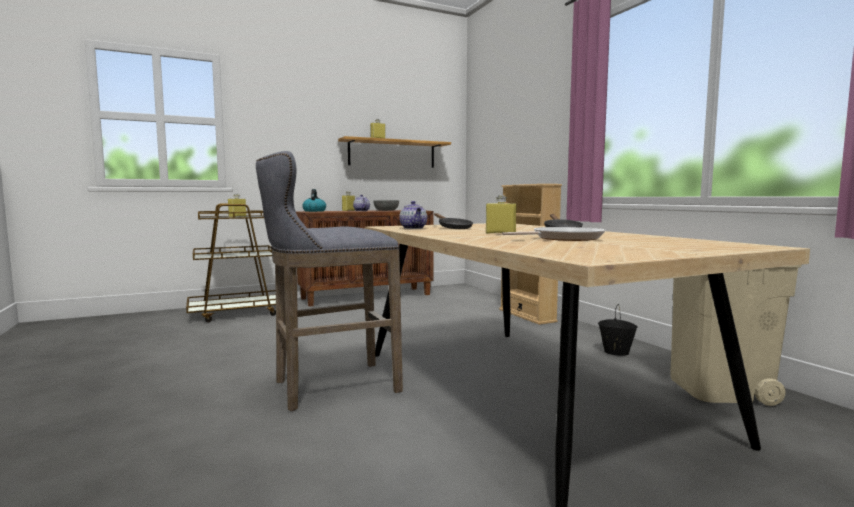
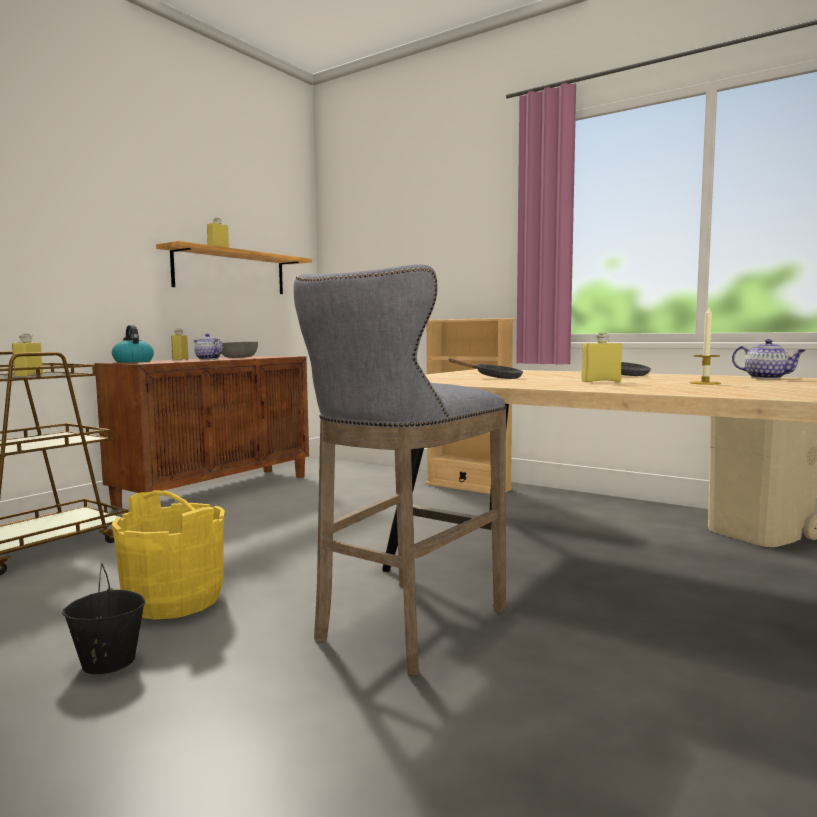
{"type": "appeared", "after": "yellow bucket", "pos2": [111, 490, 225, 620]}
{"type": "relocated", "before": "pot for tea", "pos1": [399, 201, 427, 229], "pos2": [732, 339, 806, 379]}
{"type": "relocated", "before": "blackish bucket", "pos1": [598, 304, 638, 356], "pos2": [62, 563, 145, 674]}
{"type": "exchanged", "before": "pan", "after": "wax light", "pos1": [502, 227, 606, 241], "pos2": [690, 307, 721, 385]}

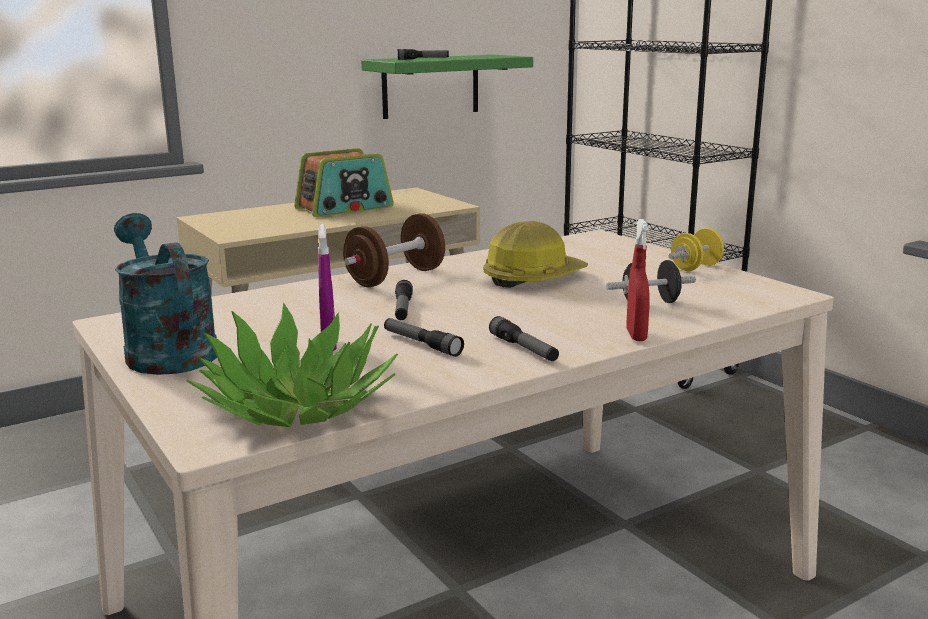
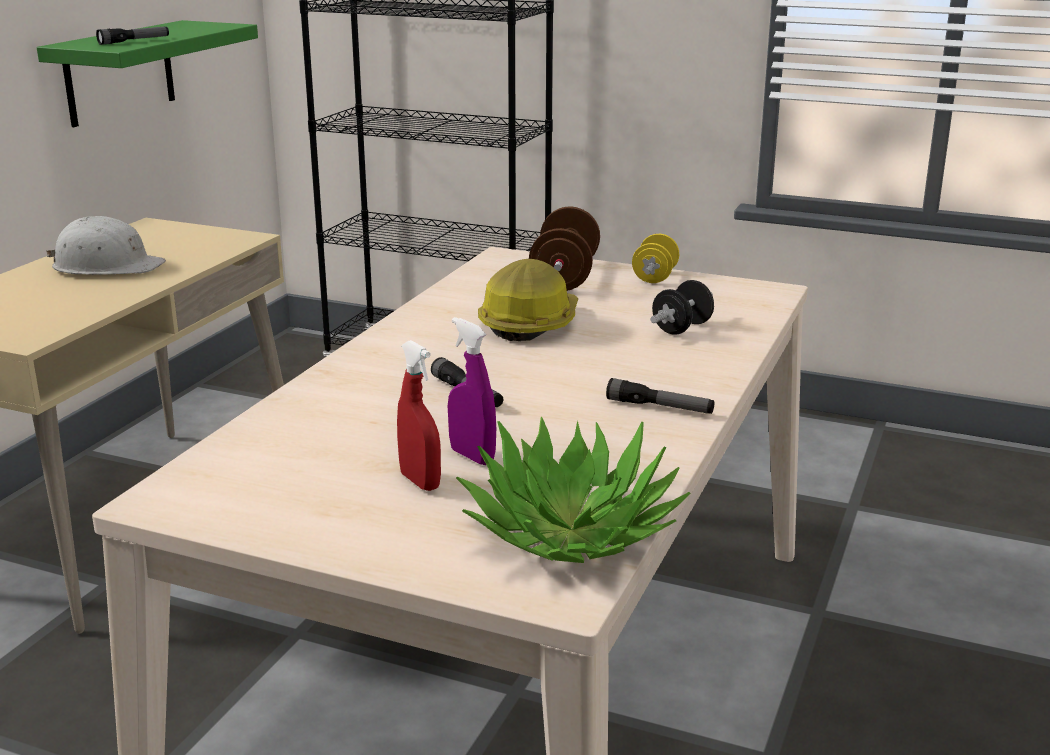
{"type": "missing", "before": "blue-green sprinkling can", "pos1": [114, 213, 217, 375]}
{"type": "missing", "before": "flashlight", "pos1": [384, 318, 464, 357]}
{"type": "relocated", "before": "brown dumbbell", "pos1": [343, 213, 445, 287], "pos2": [529, 206, 600, 291]}
{"type": "relocated", "before": "reddish spray bottle", "pos1": [626, 219, 650, 341], "pos2": [397, 340, 441, 491]}
{"type": "exchanged", "before": "radio receiver", "after": "whitish work helmet", "pos1": [295, 148, 394, 217], "pos2": [46, 216, 166, 275]}

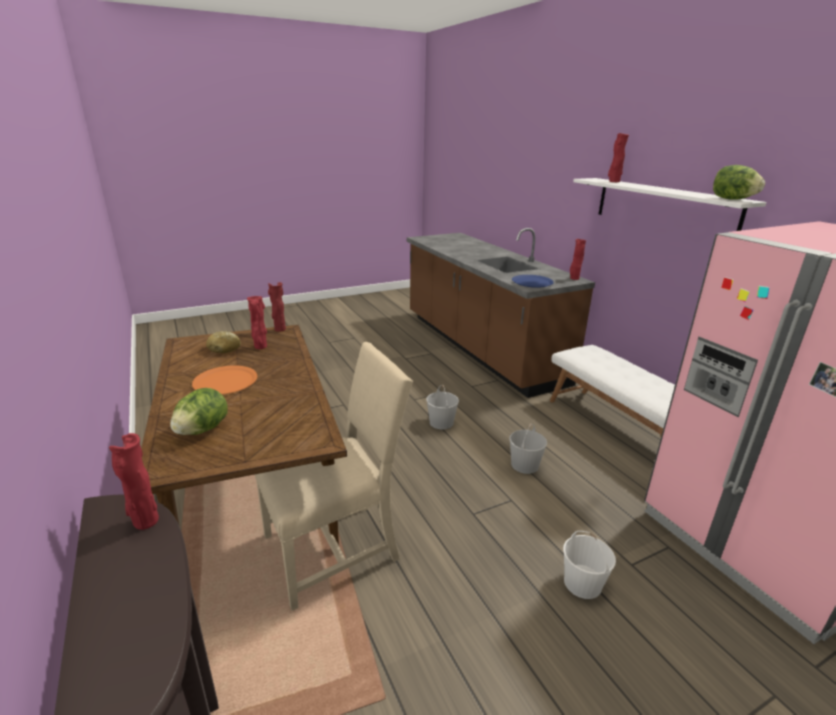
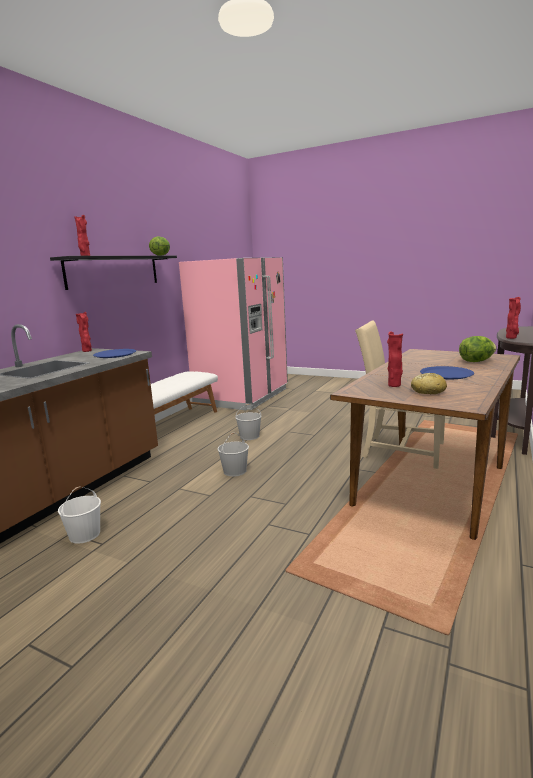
{"type": "missing", "before": "reddish vase", "pos1": [268, 282, 286, 332]}
{"type": "relocated", "before": "whitish bucket", "pos1": [563, 531, 616, 599], "pos2": [58, 486, 101, 544]}
{"type": "colour", "before": "orange dinner plate", "after": "blue dinner plate", "pos1": [192, 365, 257, 394], "pos2": [420, 366, 474, 379]}
{"type": "colour", "before": "whitish bracket shelf", "after": "blackish bracket shelf", "pos1": [573, 178, 767, 231], "pos2": [50, 256, 177, 290]}

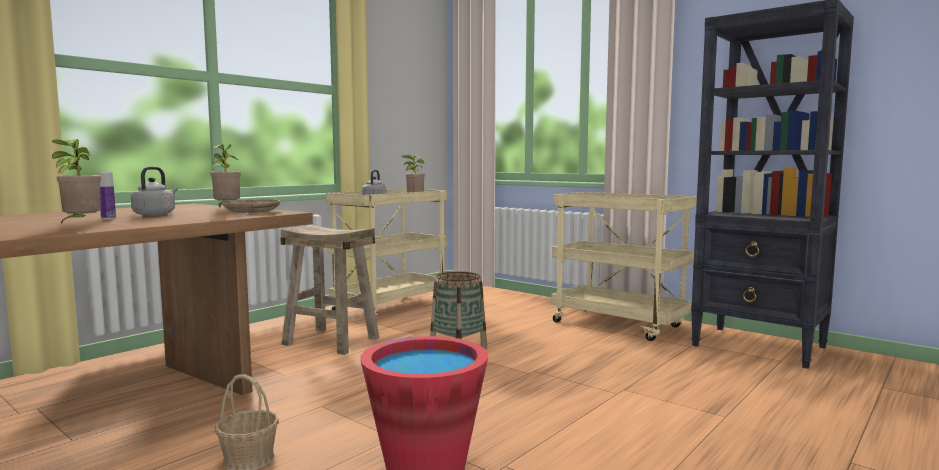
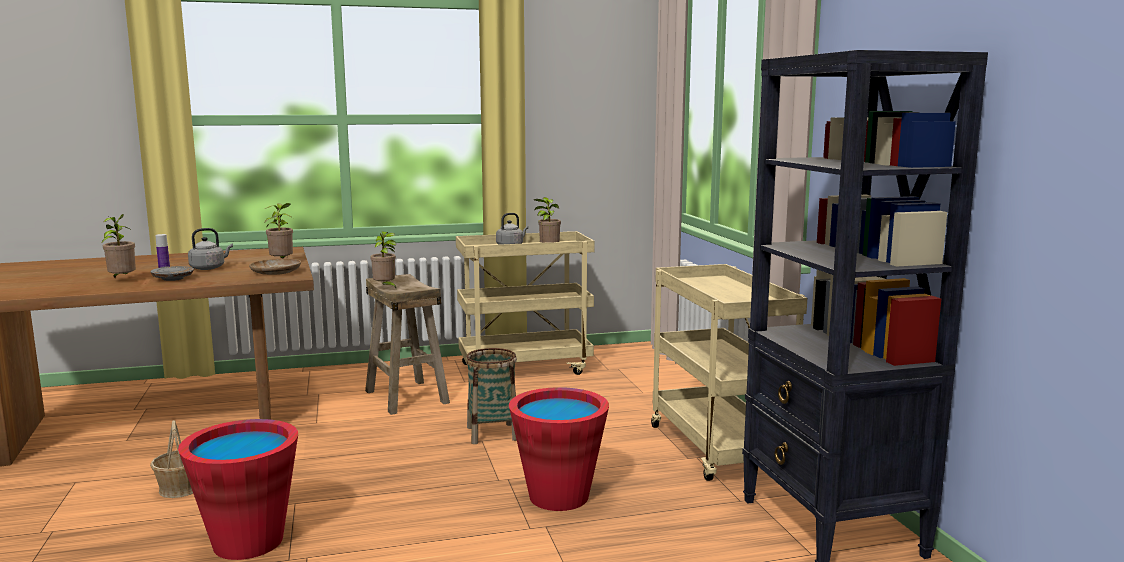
{"type": "appeared", "after": "gray dinner plate", "pos2": [150, 266, 194, 281]}
{"type": "appeared", "after": "plant in a pot", "pos2": [370, 231, 396, 288]}
{"type": "appeared", "after": "reddish bucket", "pos2": [509, 387, 609, 511]}

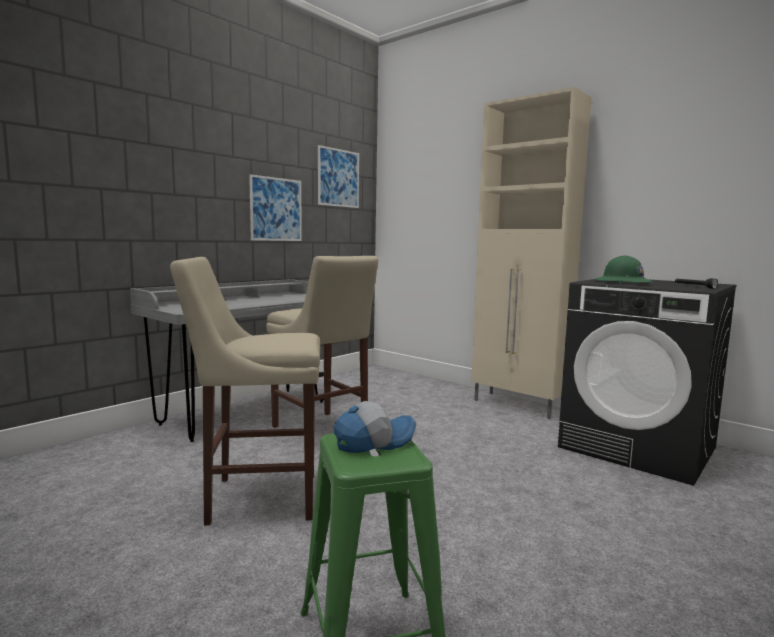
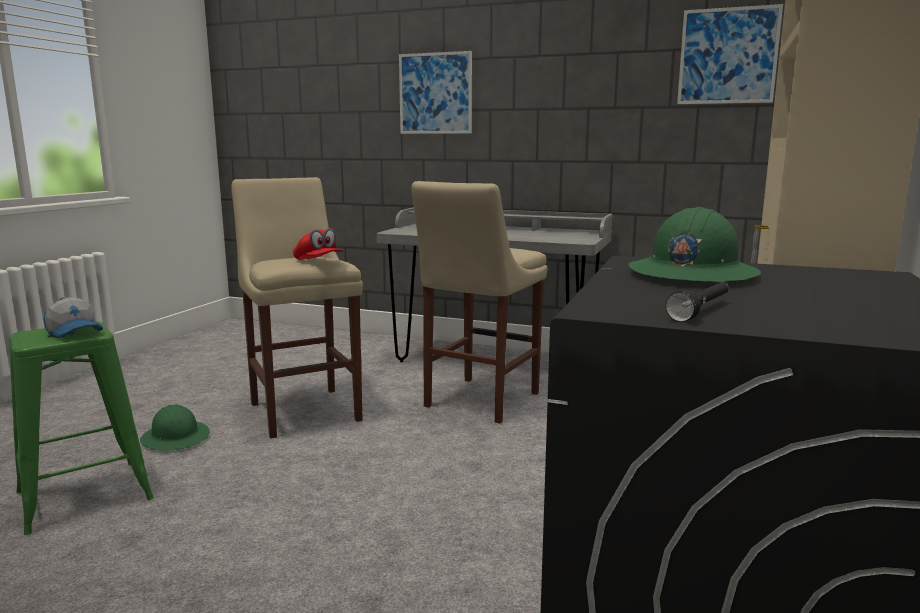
{"type": "appeared", "after": "greenish work helmet", "pos2": [140, 404, 210, 451]}
{"type": "appeared", "after": "reddish baseball cap", "pos2": [293, 228, 343, 260]}
{"type": "relocated", "before": "wall art", "pos1": [249, 174, 302, 241], "pos2": [399, 51, 472, 134]}

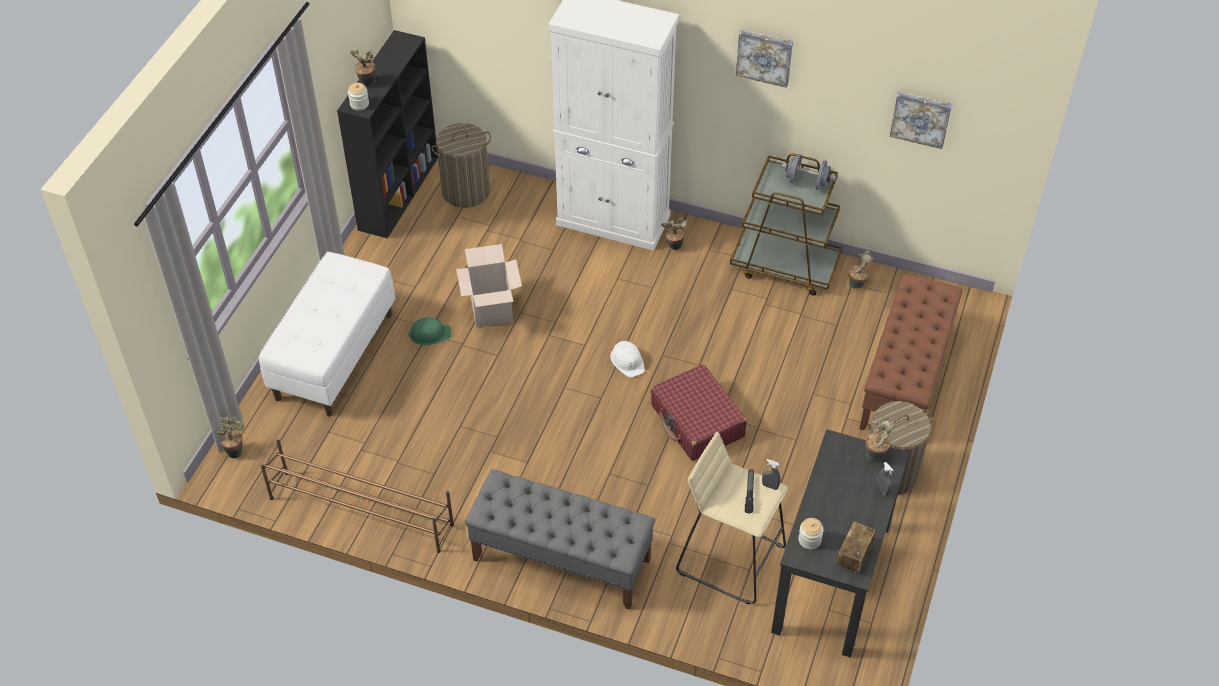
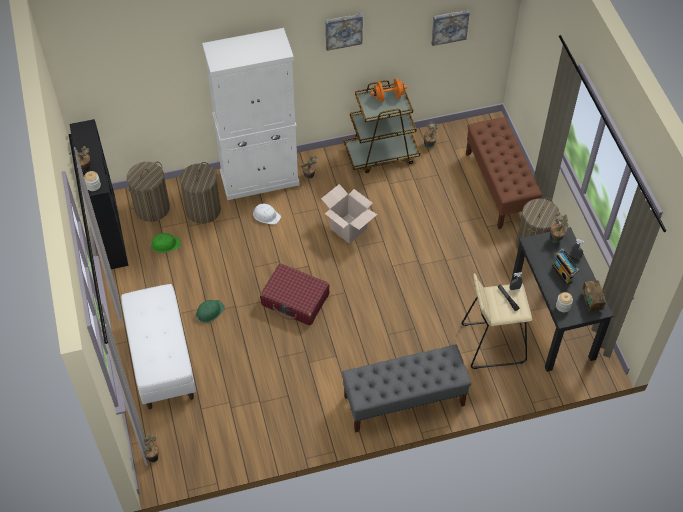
{"type": "missing", "before": "brown shoe stand", "pos1": [261, 440, 454, 553]}
{"type": "appeared", "after": "greenish work helmet", "pos2": [149, 233, 180, 253]}
{"type": "appeared", "after": "hamper", "pos2": [179, 162, 221, 224]}
{"type": "appeared", "after": "radio receiver", "pos2": [552, 249, 579, 285]}
{"type": "relocated", "before": "packing box", "pos1": [456, 244, 522, 327], "pos2": [321, 184, 378, 244]}
{"type": "relocated", "before": "whitish work helmet", "pos1": [610, 341, 645, 377], "pos2": [252, 203, 281, 225]}
{"type": "relocated", "before": "reddish travel case", "pos1": [651, 364, 747, 461], "pos2": [260, 263, 329, 326]}
{"type": "colour", "before": "gray dumbbell", "after": "orange dumbbell", "pos1": [781, 154, 836, 190], "pos2": [370, 78, 407, 102]}

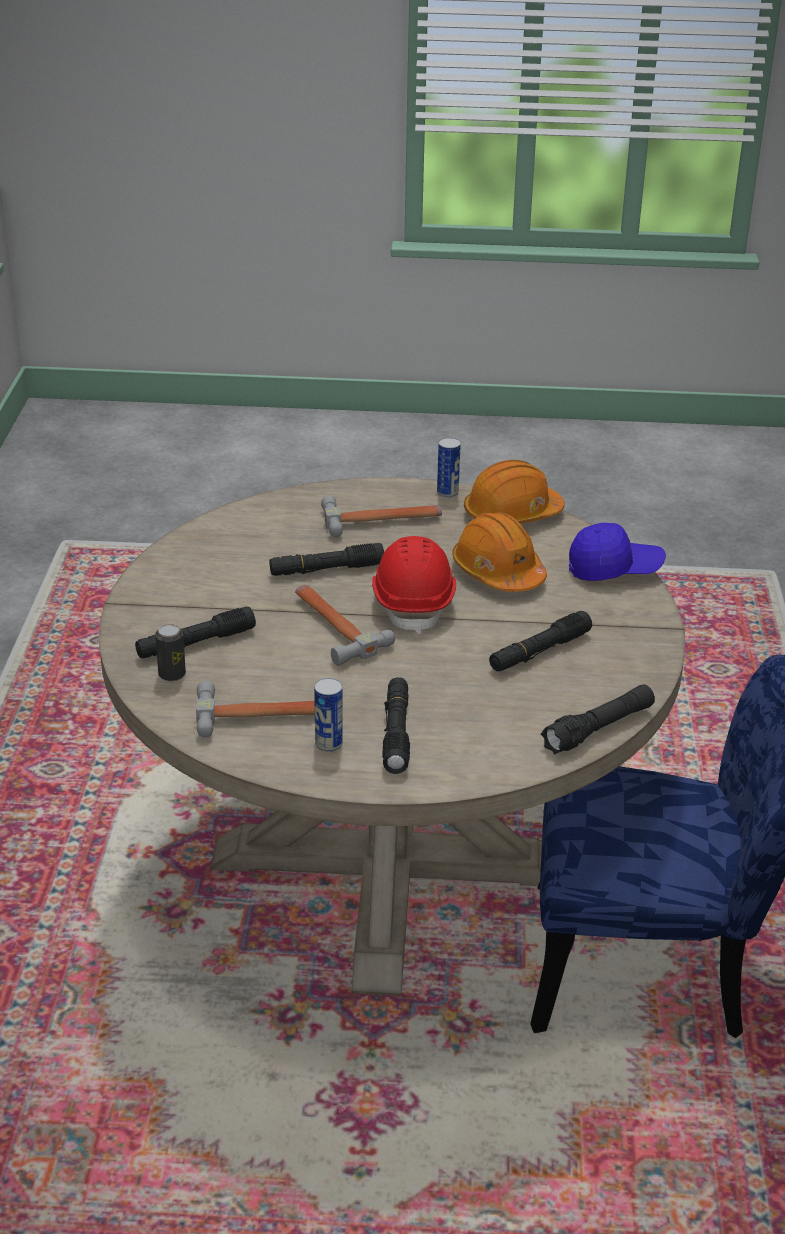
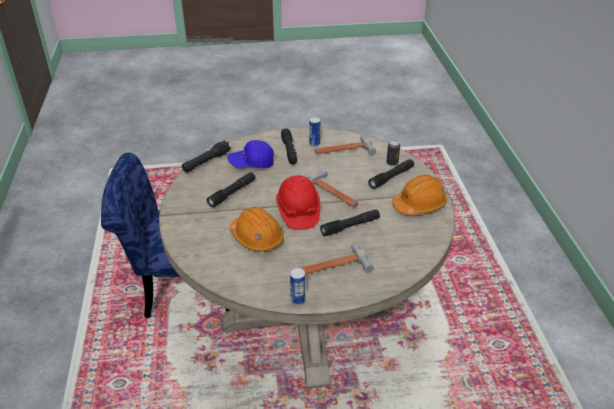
{"type": "relocated", "before": "orange work helmet", "pos1": [464, 460, 565, 524], "pos2": [392, 175, 447, 215]}
{"type": "relocated", "before": "blue baseball cap", "pos1": [569, 523, 666, 581], "pos2": [227, 140, 274, 168]}

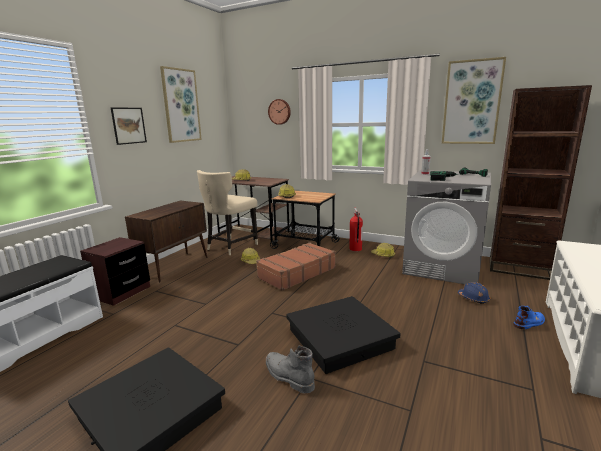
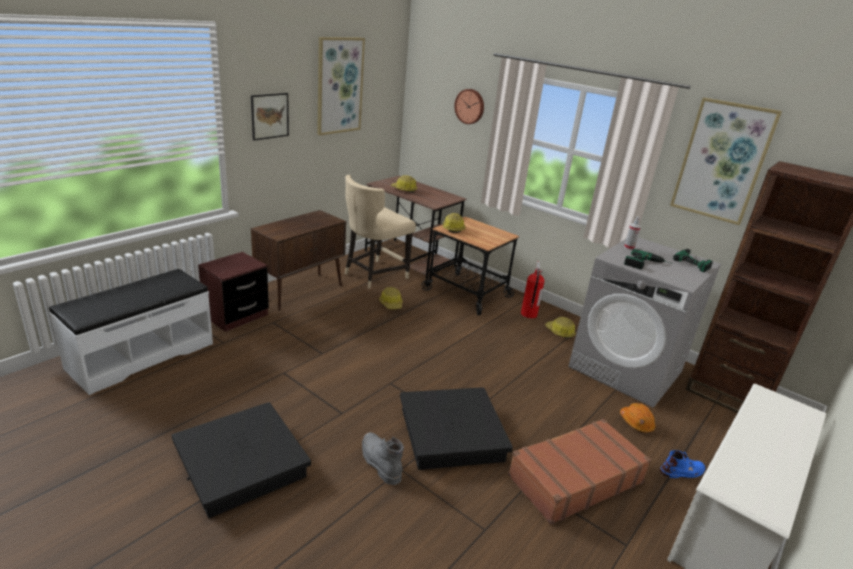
{"type": "relocated", "before": "brown travel case", "pos1": [256, 242, 336, 291], "pos2": [508, 419, 651, 525]}
{"type": "colour", "before": "blue work helmet", "after": "orange work helmet", "pos1": [458, 282, 490, 304], "pos2": [620, 403, 656, 433]}

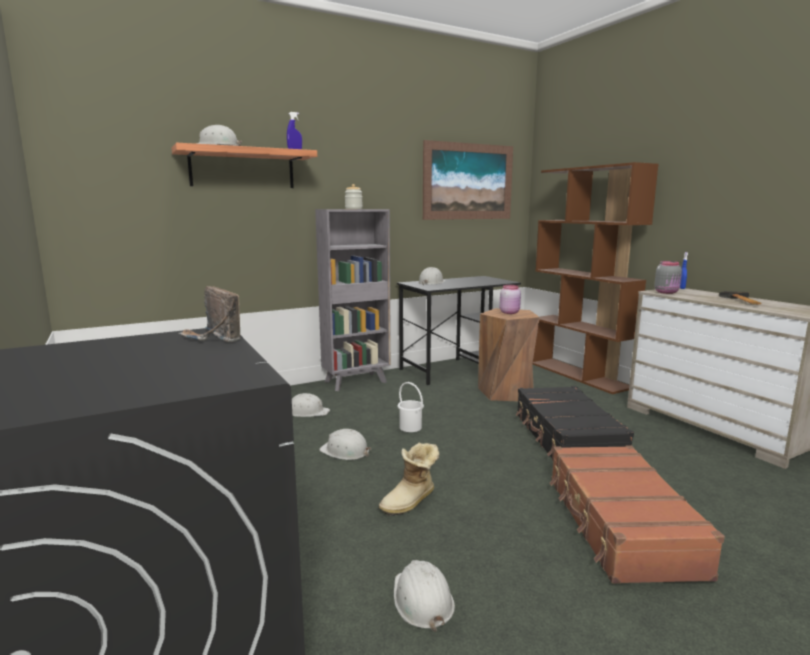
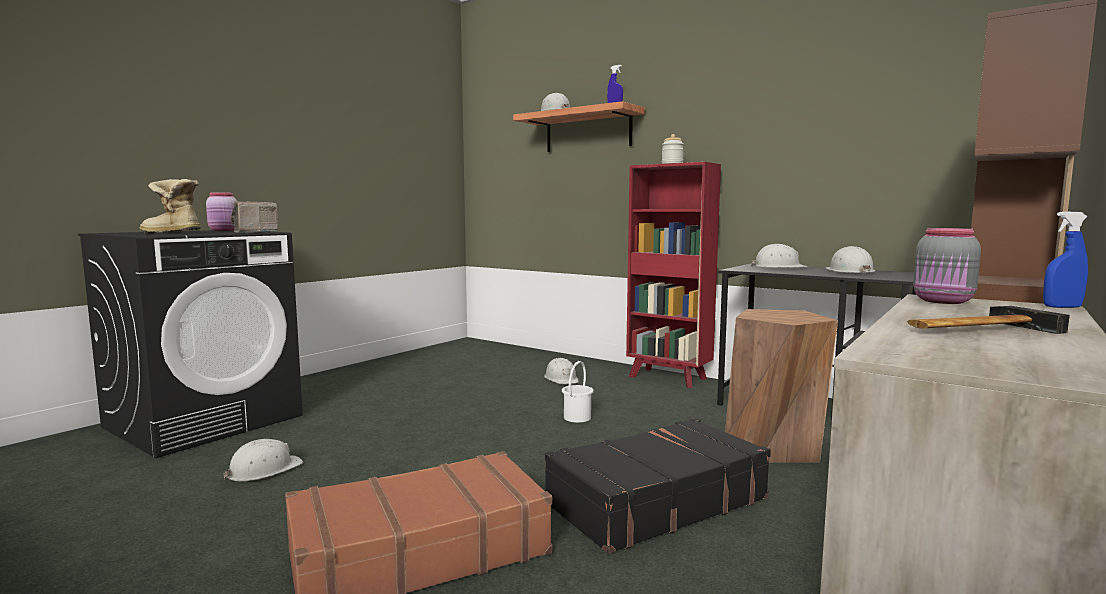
{"type": "missing", "before": "wall art", "pos1": [423, 140, 513, 220]}
{"type": "relocated", "before": "whitish work helmet", "pos1": [319, 429, 371, 460], "pos2": [826, 246, 875, 274]}
{"type": "relocated", "before": "boot", "pos1": [379, 443, 440, 516], "pos2": [140, 179, 201, 233]}
{"type": "relocated", "before": "pink preserve jar", "pos1": [499, 285, 521, 314], "pos2": [206, 192, 237, 231]}
{"type": "colour", "before": "gray shelving unit", "after": "reddish shelving unit", "pos1": [315, 209, 391, 391], "pos2": [626, 162, 721, 388]}

